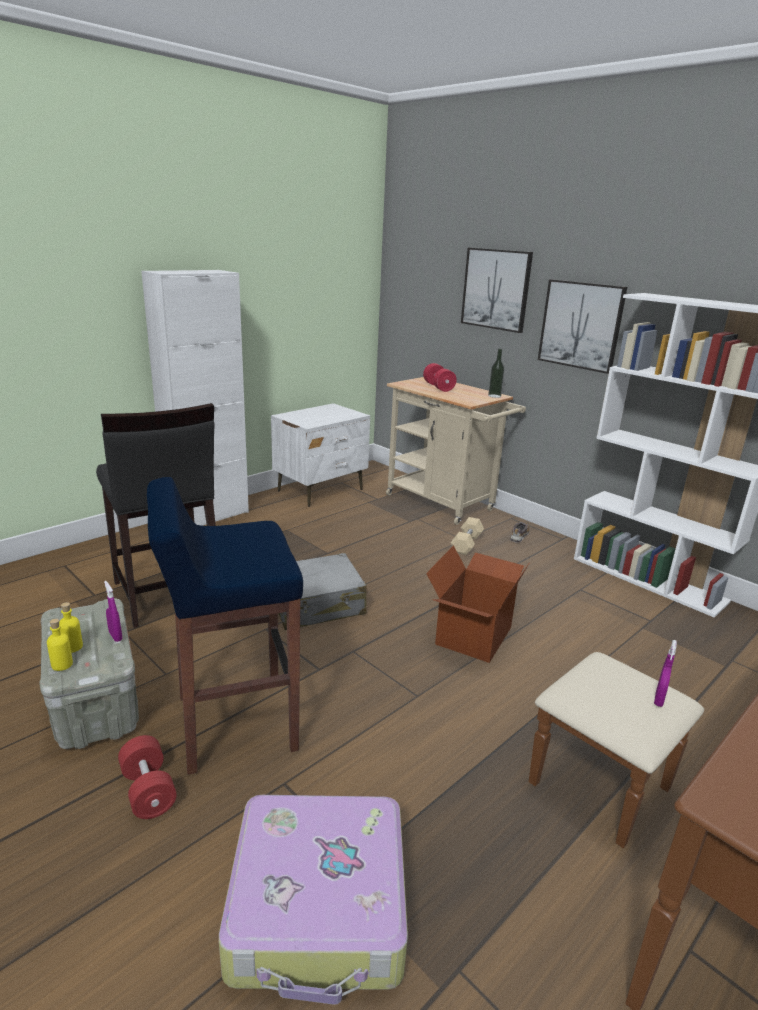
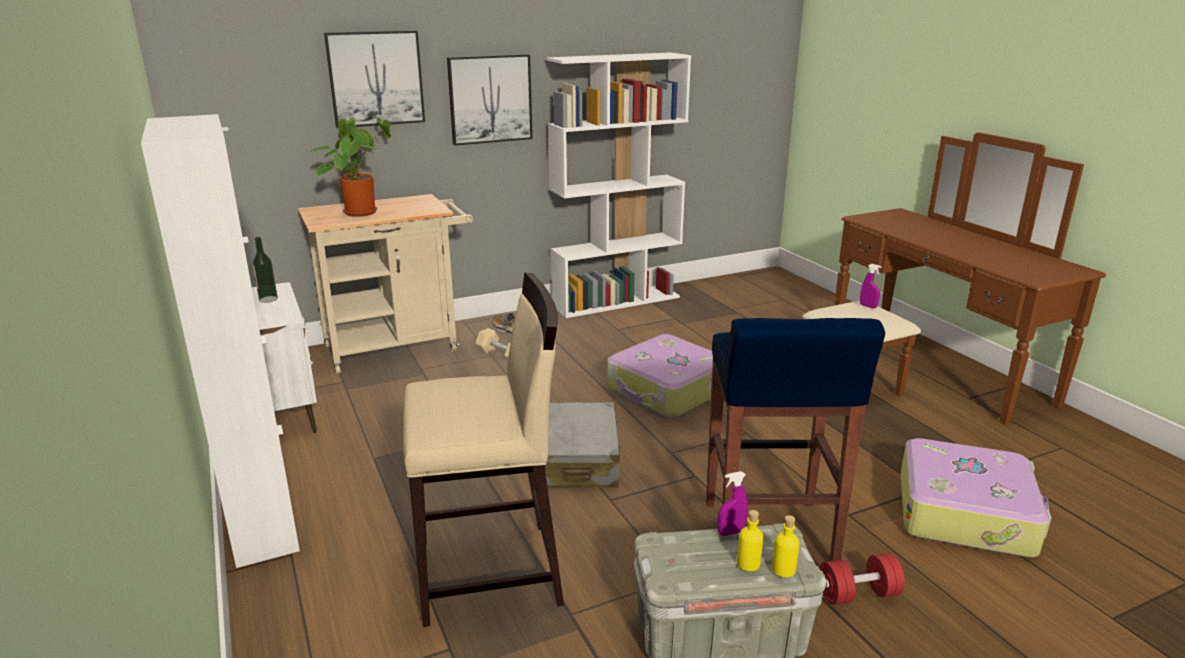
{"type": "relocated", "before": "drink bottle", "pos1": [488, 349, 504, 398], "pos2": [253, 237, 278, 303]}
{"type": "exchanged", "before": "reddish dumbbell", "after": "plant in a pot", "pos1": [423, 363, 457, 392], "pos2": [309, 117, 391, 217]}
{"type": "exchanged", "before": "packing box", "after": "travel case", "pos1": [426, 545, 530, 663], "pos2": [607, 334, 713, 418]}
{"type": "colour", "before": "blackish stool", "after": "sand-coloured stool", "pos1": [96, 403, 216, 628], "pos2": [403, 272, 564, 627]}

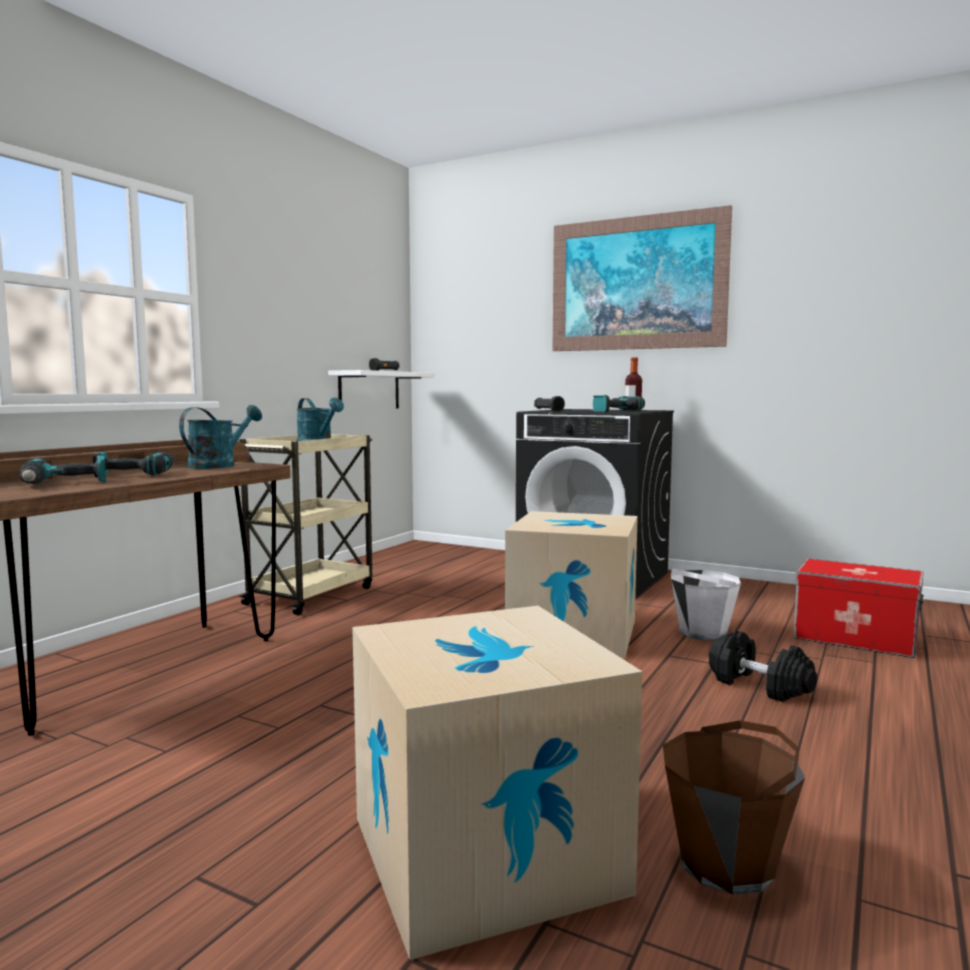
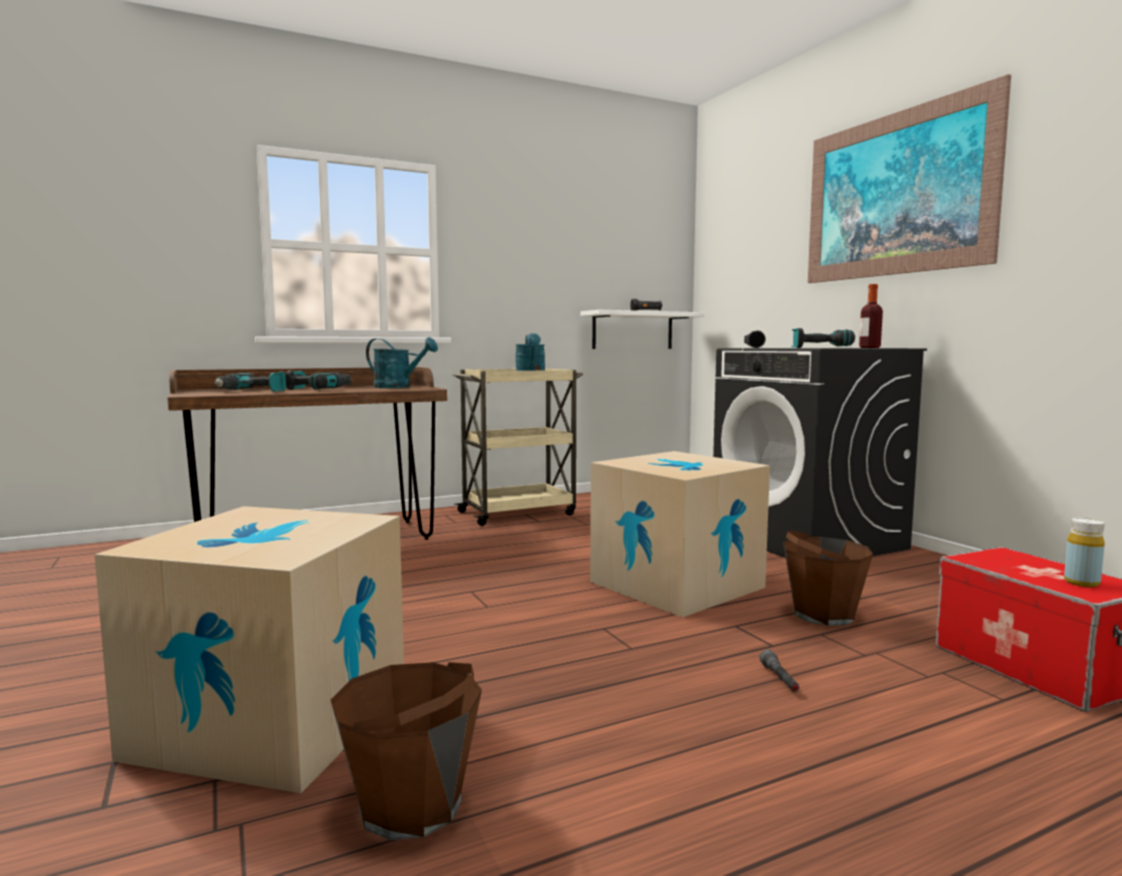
{"type": "appeared", "after": "yellow drink bottle", "pos2": [1064, 518, 1105, 587]}
{"type": "exchanged", "before": "blackish dumbbell", "after": "gray flashlight", "pos1": [709, 630, 817, 702], "pos2": [759, 650, 799, 692]}
{"type": "colour", "before": "whitish bucket", "after": "brown bucket", "pos1": [671, 568, 741, 641], "pos2": [783, 531, 873, 626]}
{"type": "spun", "before": "blue-green sprinkling can", "pos1": [179, 405, 262, 469], "pos2": [366, 337, 438, 388], "turn": 45}

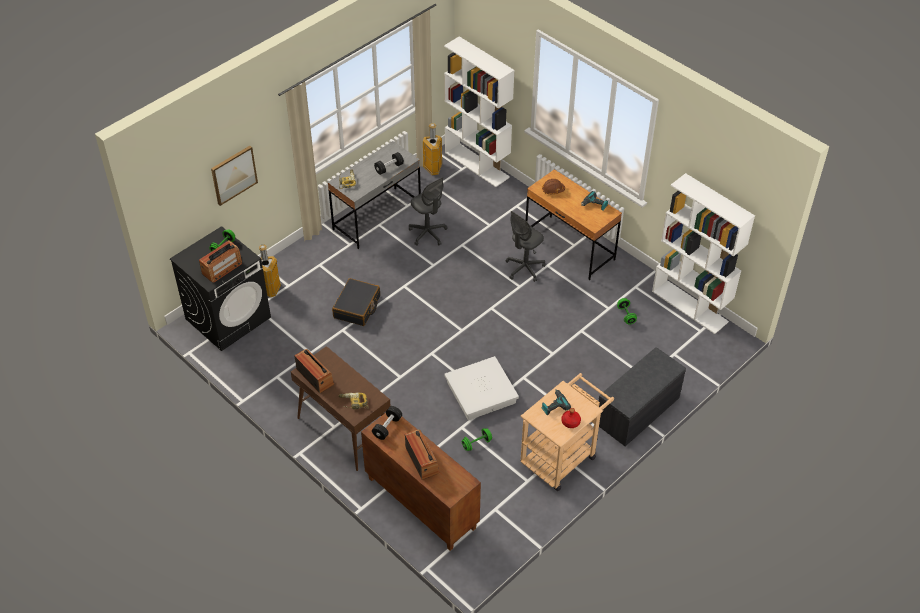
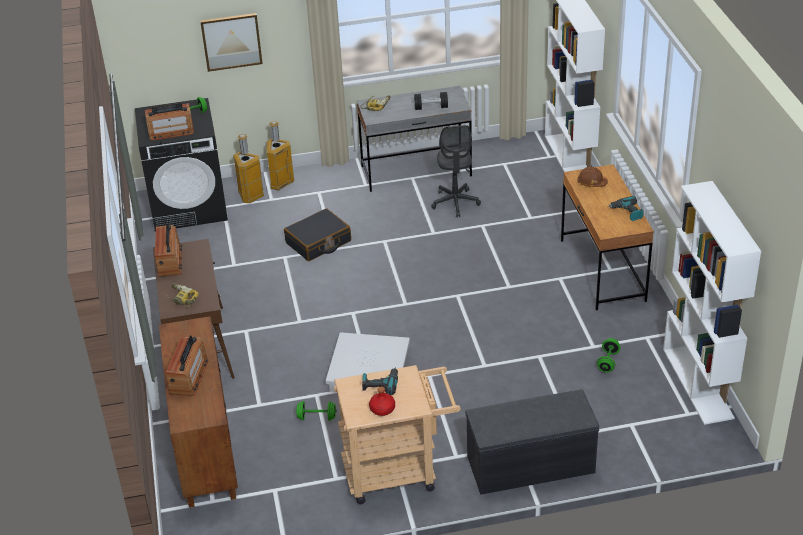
{"type": "missing", "before": "blackish dumbbell", "pos1": [372, 406, 402, 440]}
{"type": "missing", "before": "gray desk chair", "pos1": [505, 211, 545, 282]}
{"type": "relocated", "before": "waste bin", "pos1": [423, 123, 442, 175], "pos2": [266, 121, 294, 190]}

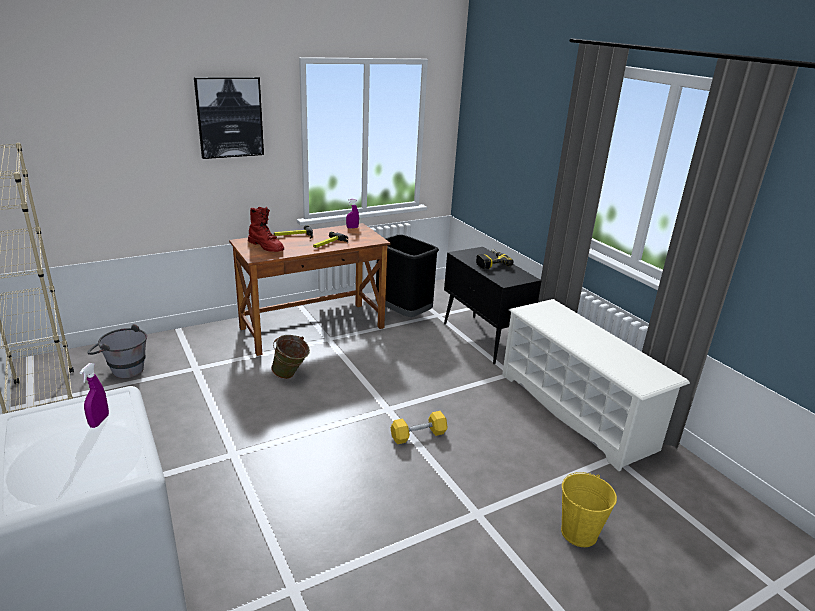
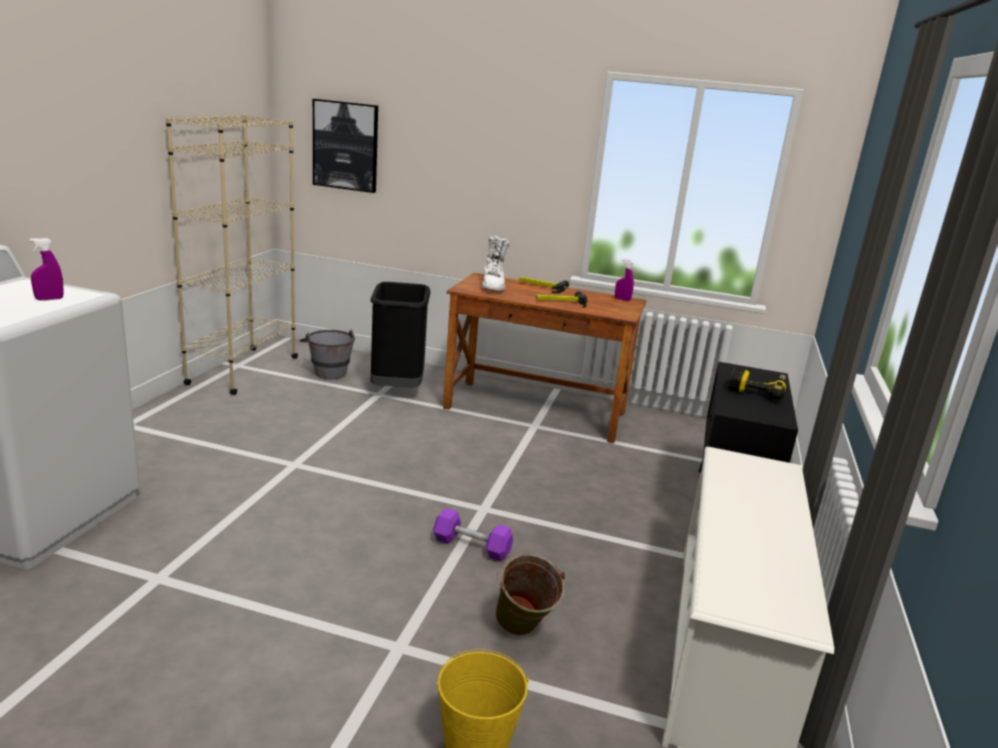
{"type": "relocated", "before": "wall art", "pos1": [194, 77, 264, 159], "pos2": [313, 99, 378, 193]}
{"type": "relocated", "before": "greenish bucket", "pos1": [271, 335, 310, 379], "pos2": [495, 554, 565, 636]}
{"type": "relocated", "before": "blackish waste bin", "pos1": [375, 234, 439, 317], "pos2": [370, 282, 430, 387]}
{"type": "colour", "before": "reddish boot", "after": "whitish boot", "pos1": [248, 206, 284, 252], "pos2": [482, 236, 509, 291]}
{"type": "colour", "before": "yellow dumbbell", "after": "purple-coloured dumbbell", "pos1": [391, 411, 448, 444], "pos2": [433, 508, 513, 561]}

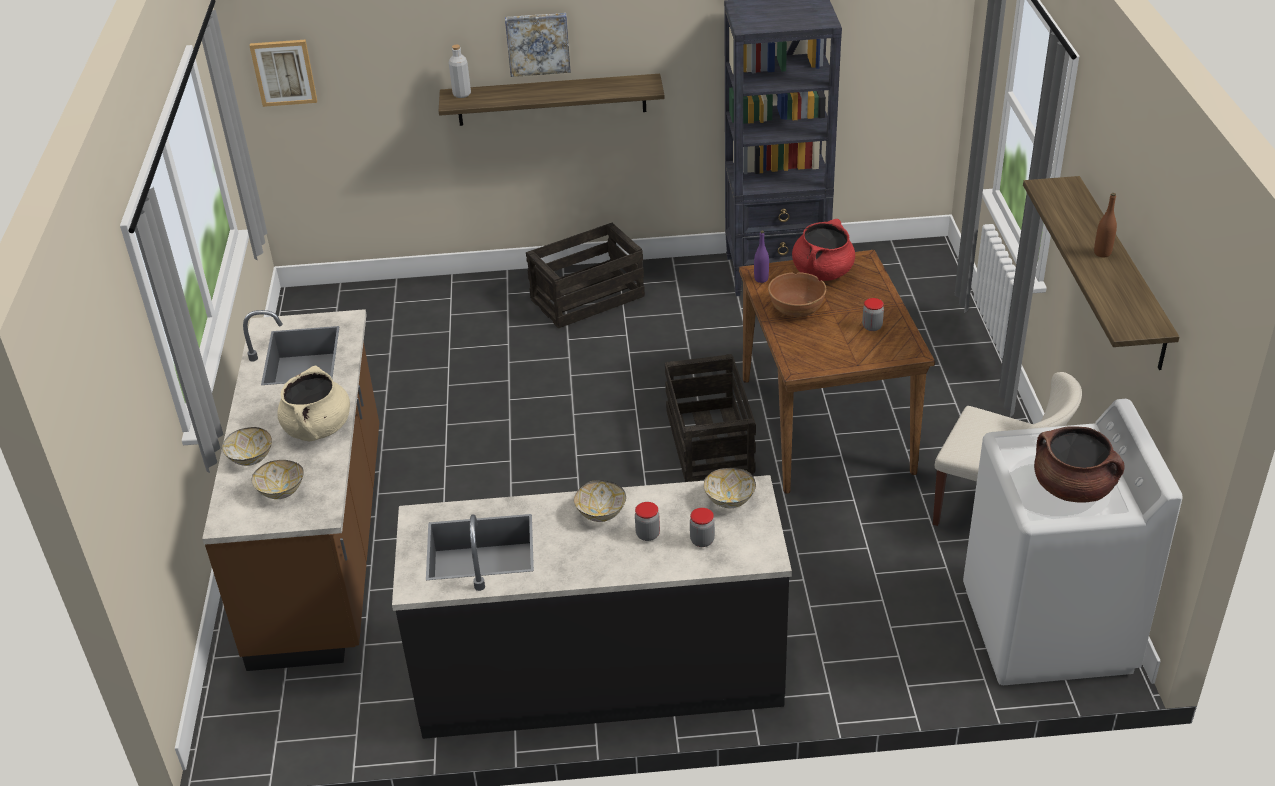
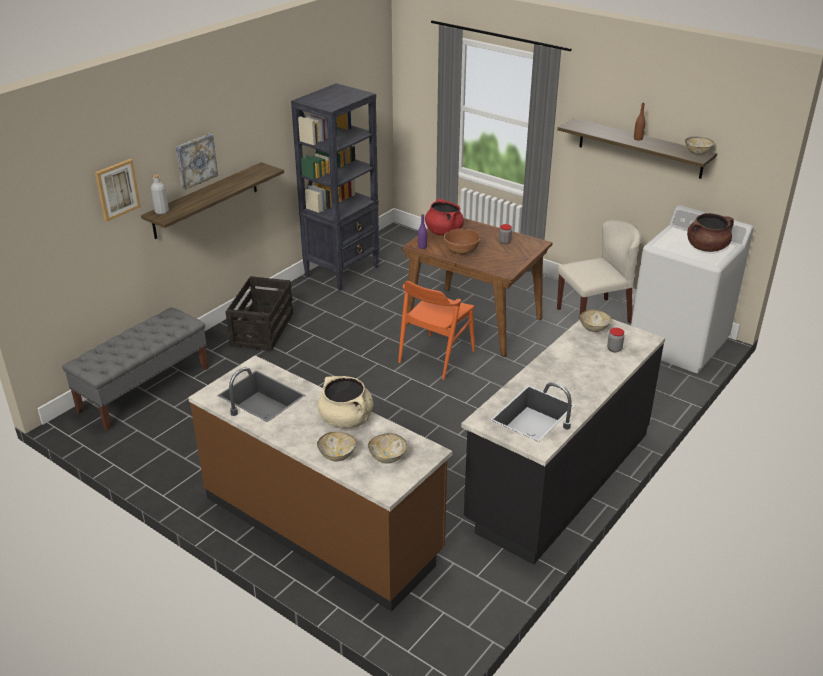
{"type": "missing", "before": "preserve jar", "pos1": [635, 502, 660, 541]}
{"type": "appeared", "after": "gray indoor bench", "pos2": [62, 307, 209, 431]}
{"type": "relocated", "before": "wall art", "pos1": [249, 39, 317, 107], "pos2": [95, 159, 141, 221]}
{"type": "relocated", "before": "serving bowl", "pos1": [574, 480, 626, 522], "pos2": [685, 137, 715, 155]}
{"type": "exchanged", "before": "packing crate", "after": "orange plain chair", "pos1": [665, 354, 756, 482], "pos2": [398, 281, 475, 380]}

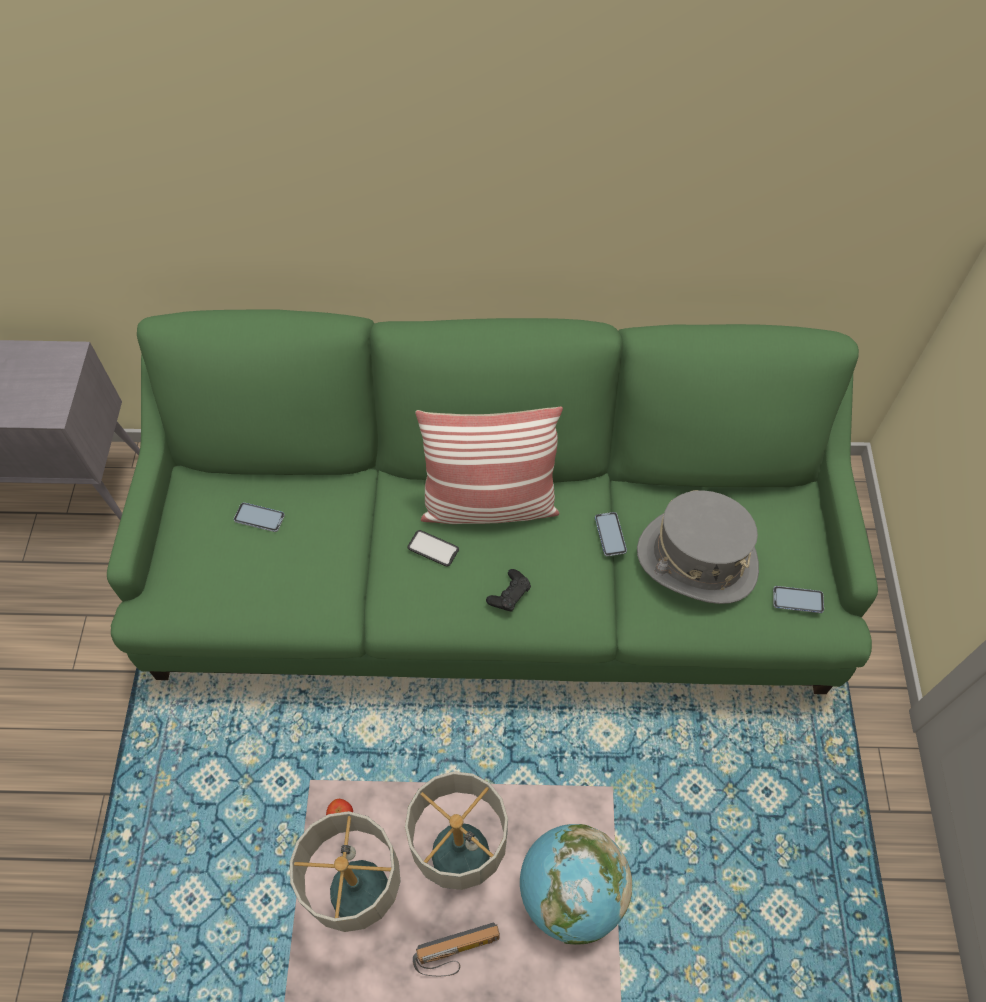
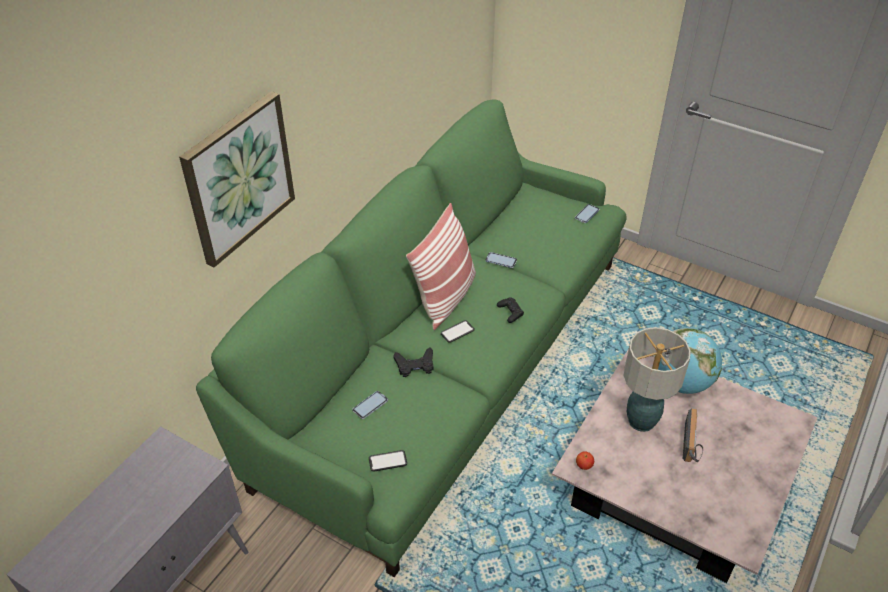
{"type": "missing", "before": "table lamp", "pos1": [290, 811, 401, 932]}
{"type": "missing", "before": "gray clothing hat", "pos1": [637, 490, 759, 604]}
{"type": "appeared", "after": "wall art", "pos2": [179, 91, 295, 267]}
{"type": "appeared", "after": "handset", "pos2": [369, 450, 407, 472]}
{"type": "appeared", "after": "blackish joypad", "pos2": [394, 347, 433, 377]}

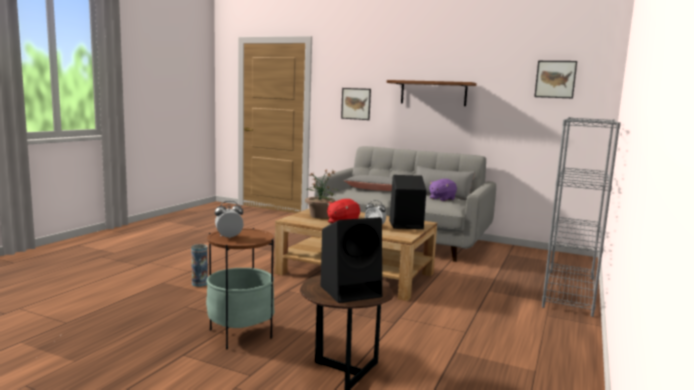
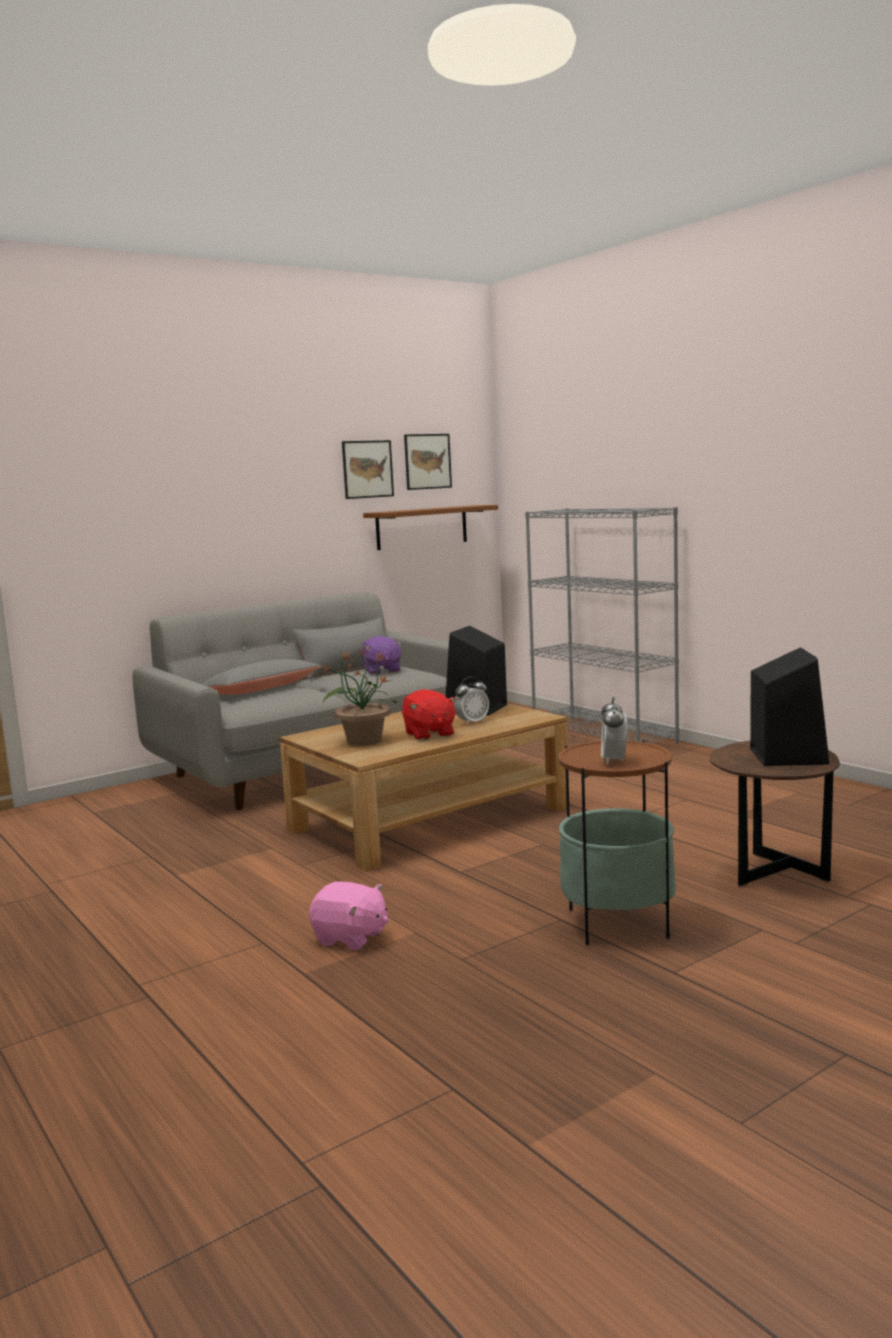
{"type": "relocated", "before": "wall art", "pos1": [341, 88, 371, 120], "pos2": [342, 440, 394, 499]}
{"type": "relocated", "before": "brown bracket shelf", "pos1": [387, 80, 477, 106], "pos2": [363, 505, 498, 550]}
{"type": "exchanged", "before": "vase", "after": "pink plush toy", "pos1": [191, 244, 208, 287], "pos2": [309, 882, 389, 951]}

